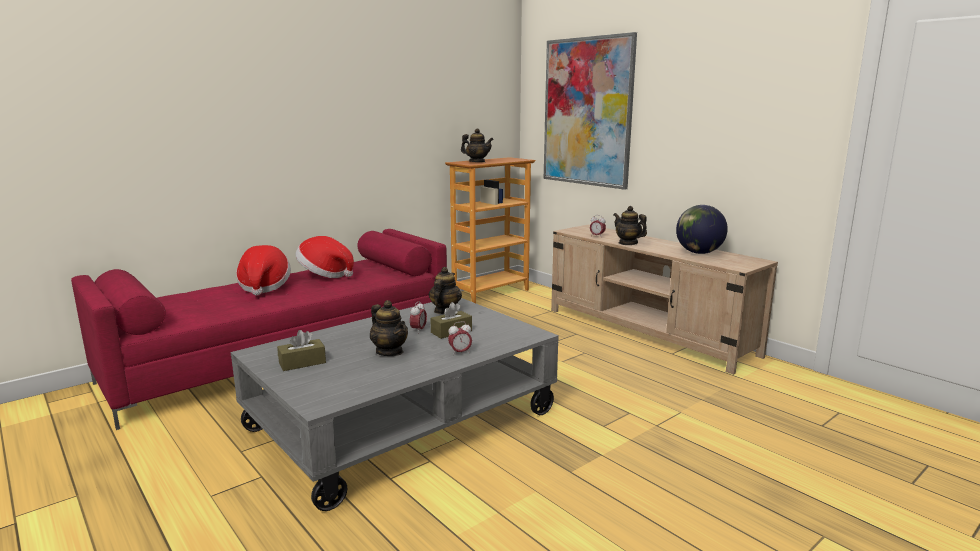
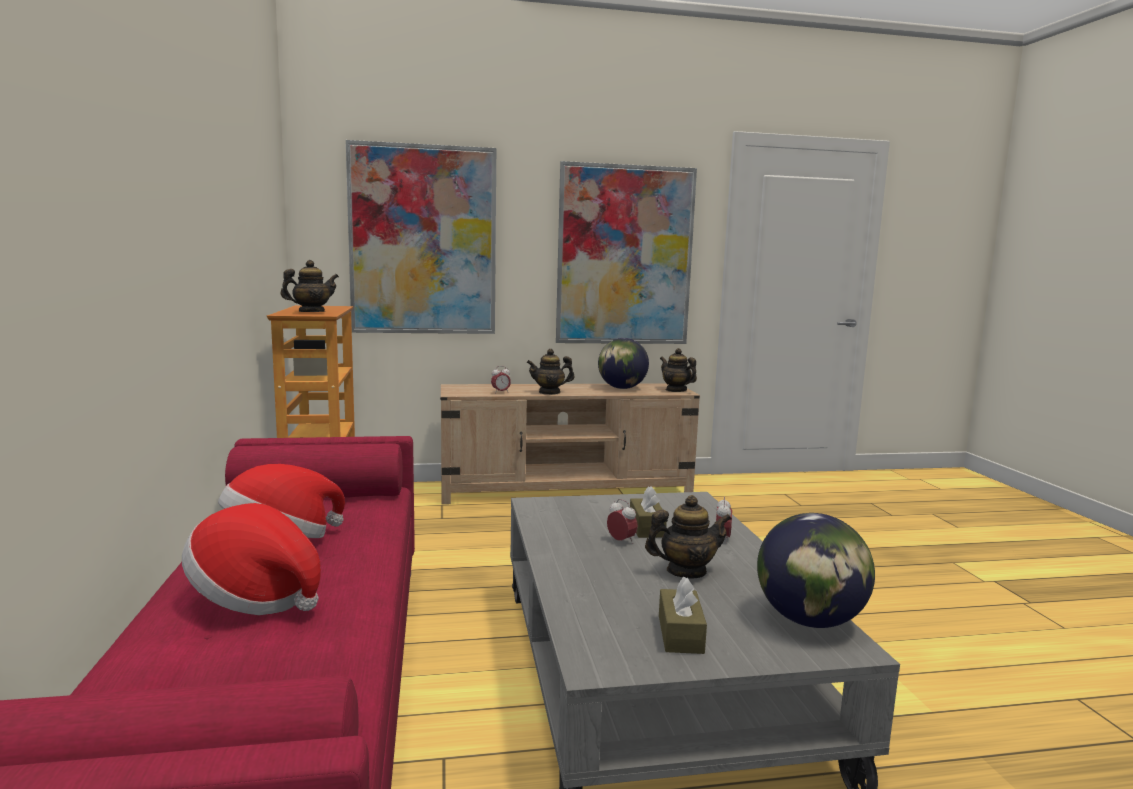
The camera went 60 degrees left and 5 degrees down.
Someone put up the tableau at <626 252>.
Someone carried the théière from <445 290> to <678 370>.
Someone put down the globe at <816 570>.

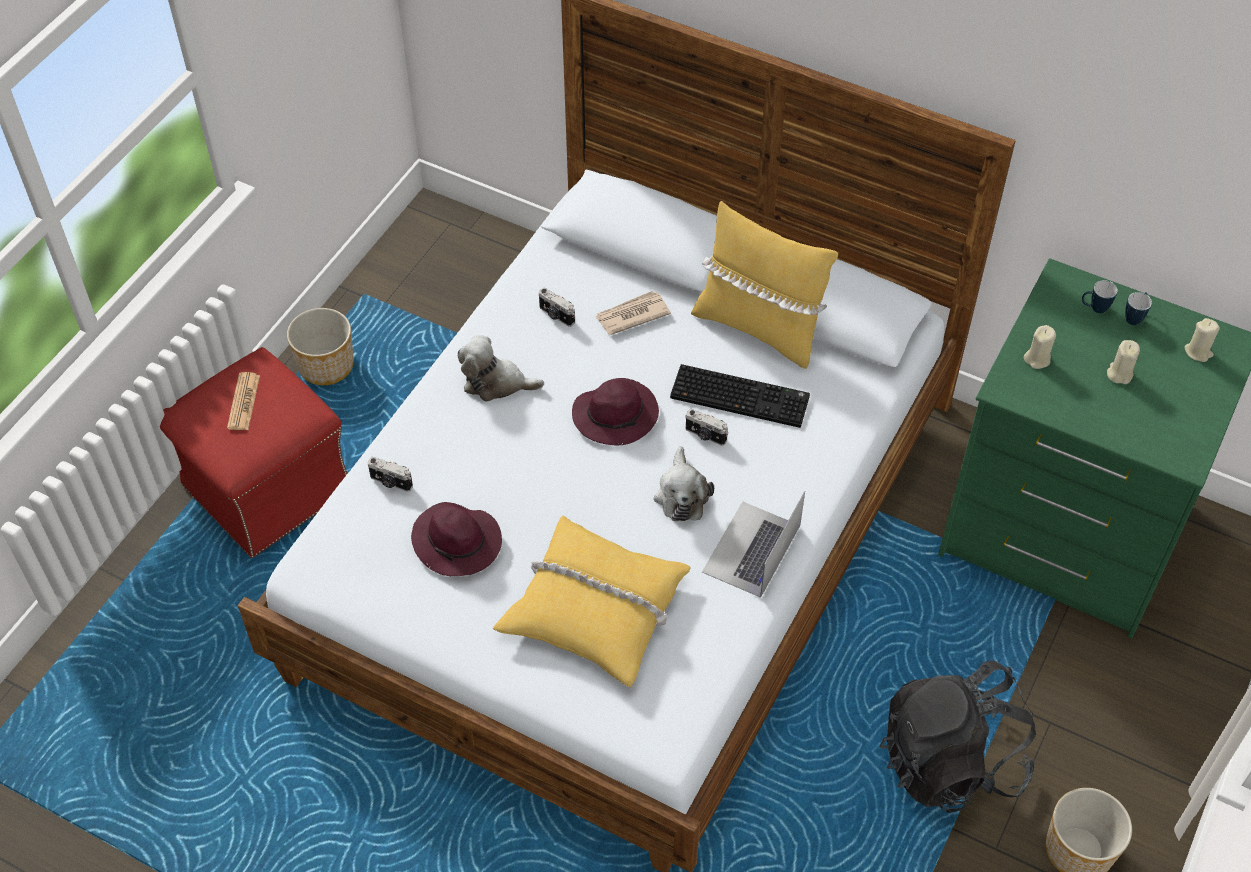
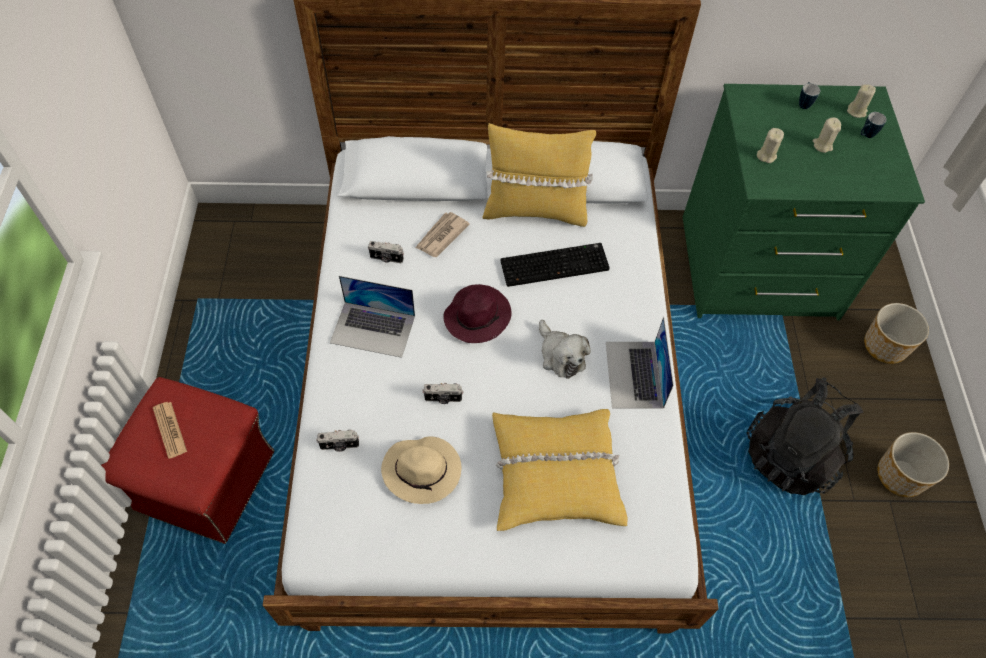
The camera went 30 degrees left and 5 degrees up.
Someone swapped the peluche at <501 368> for the ordinateur portable at <372 317>.
Someone repainted the chapeau/violet at <456 539>, which became the chapeau/beige at <421 470>.
Someone carried the appareil photo from <707 427> to <442 393>.
Someone carried the mug from <1100 296> to <874 125>.
Someone carried the cache-pot from <320 346> to <896 333>.

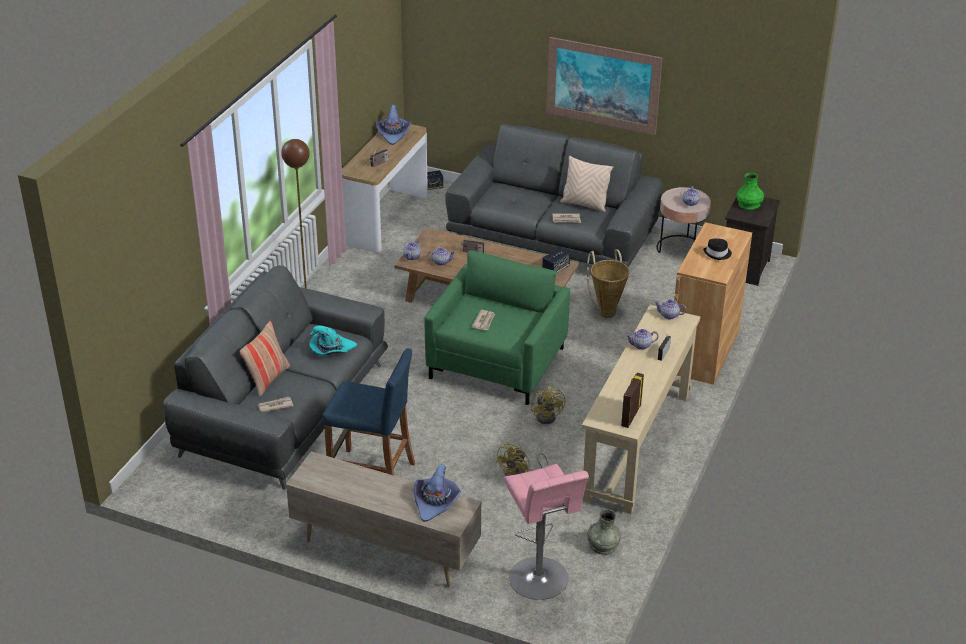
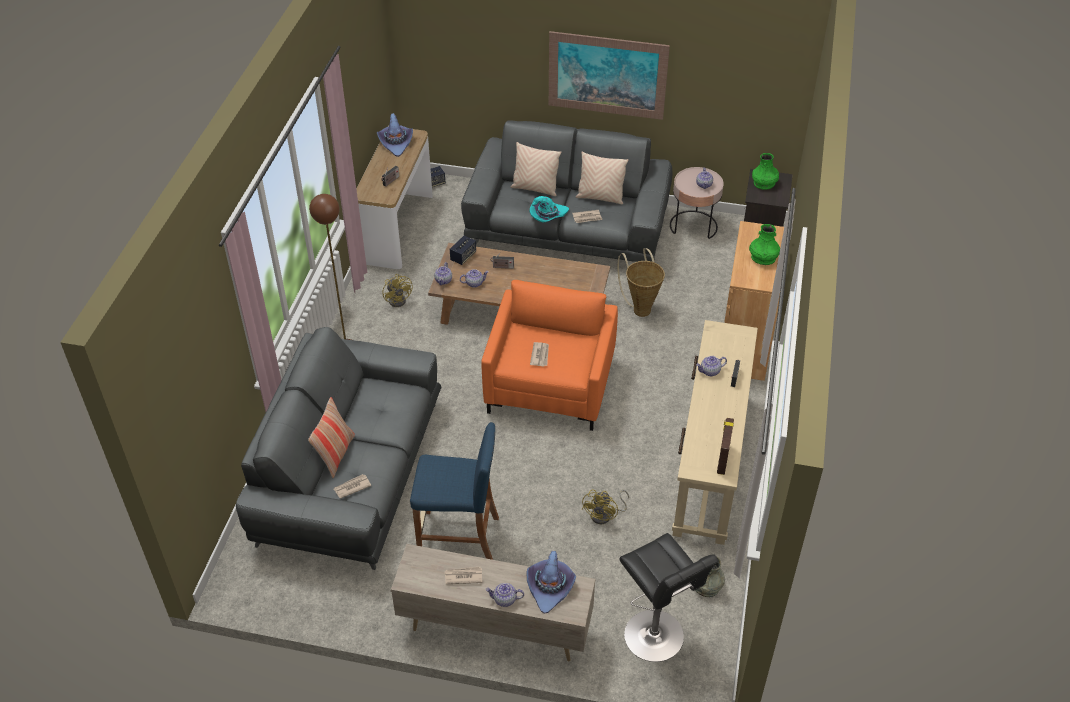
The camera went 10 degrees left and 10 degrees up.
Someone carried the ventilateur/jaune from <548 405> to <398 290>.
Someone put down the journal at <463 575>.
Someone carried the enceinte from <556 260> to <463 250>.
Someone repainted the fauteuil/vert at <497 327>, which became the fauteuil/orange at <549 355>.
Someone carried the théière from <670 309> to <504 595>.
Someone put down the coussin/beige at <536 169>.
Someone carried the chapeau/turquoise from <333 341> to <549 209>.
Someone repainted the tabouret/rose at <546 532>, which became the tabouret/noir at <669 597>.
Someone swapped the chapeau/noir at <717 249> for the vase/vert at <764 244>.

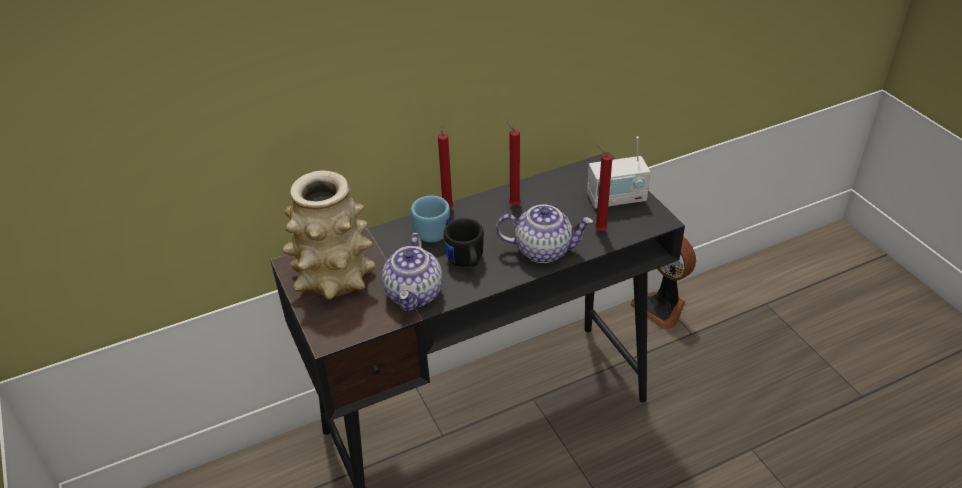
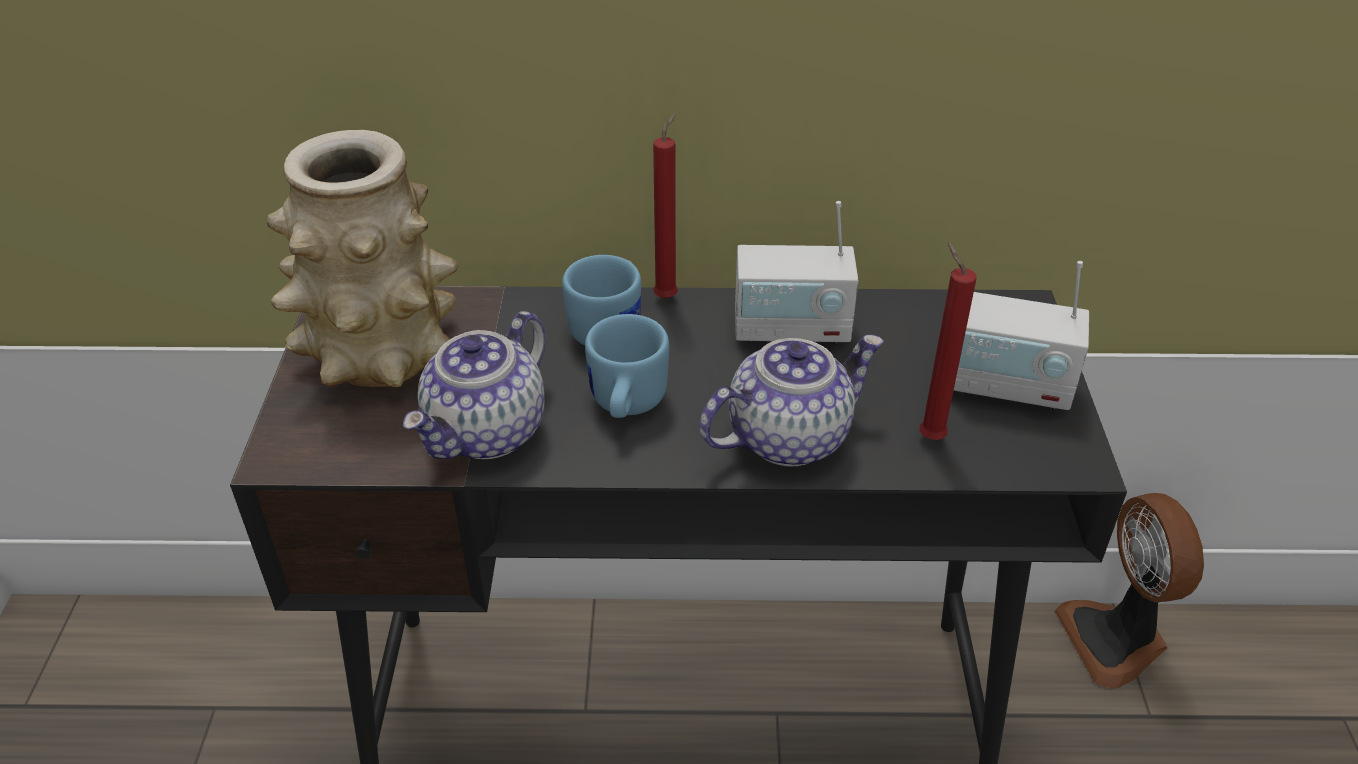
The camera went 25 degrees right and 0 degrees up.
Someone repainted the mug/noir at <464 242>, which became the mug/bleu at <627 366>.
Someone rotated the théière at <544 233> by 60 degrees counterclockwise.
Someone swapped the bougie/rouge at <514 163> for the radio at <796 273>.

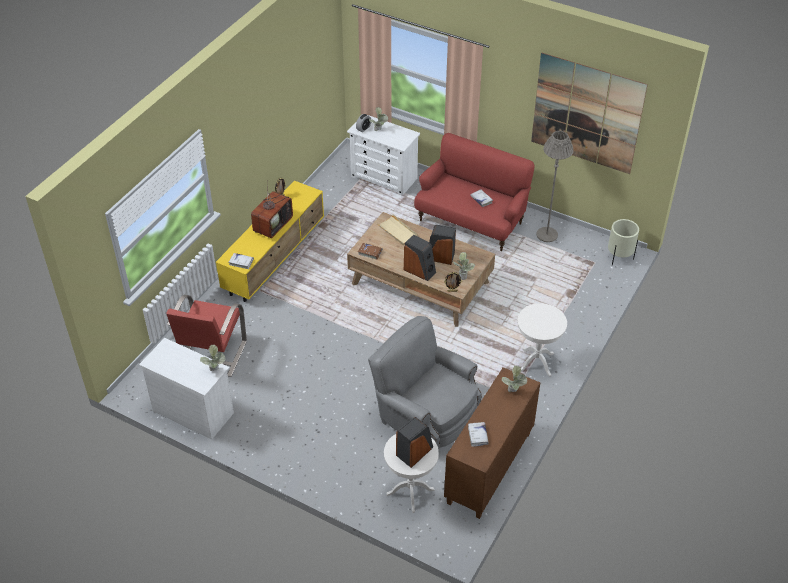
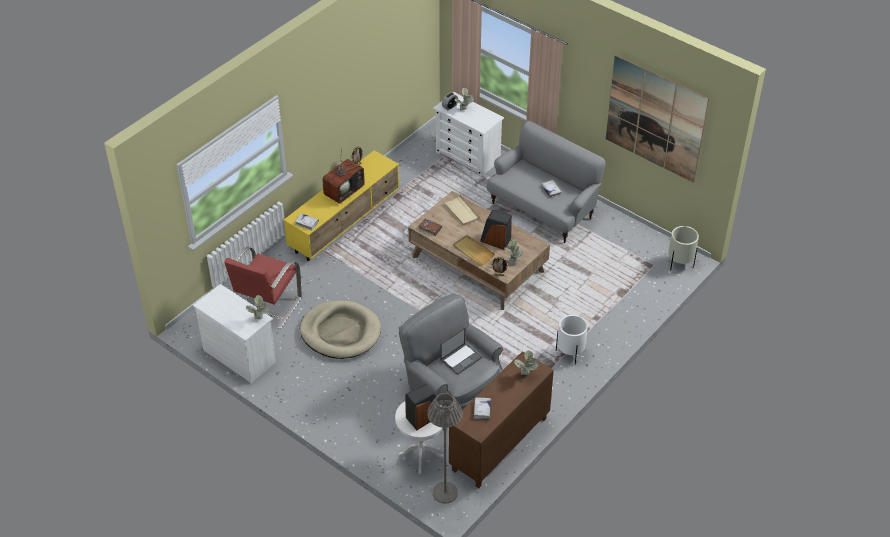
The camera went 10 degrees right and 0 degrees up.
Someone put down the panier pour chien/beige at <340 329>.
Someone carried the lampadaire/gris from <555 186> to <445 448>.
Someone put down the ordinateur portable at <461 351>.
Someone swapped the enceinte at <420 258> for the plateau/beige at <474 250>.
Someone repainted the canapé/rouge at <474 192>, which became the canapé/gris at <546 182>.
Someone swapped the table d'appoint/blanc at <542 340> for the cache-pot/blanc at <572 340>.

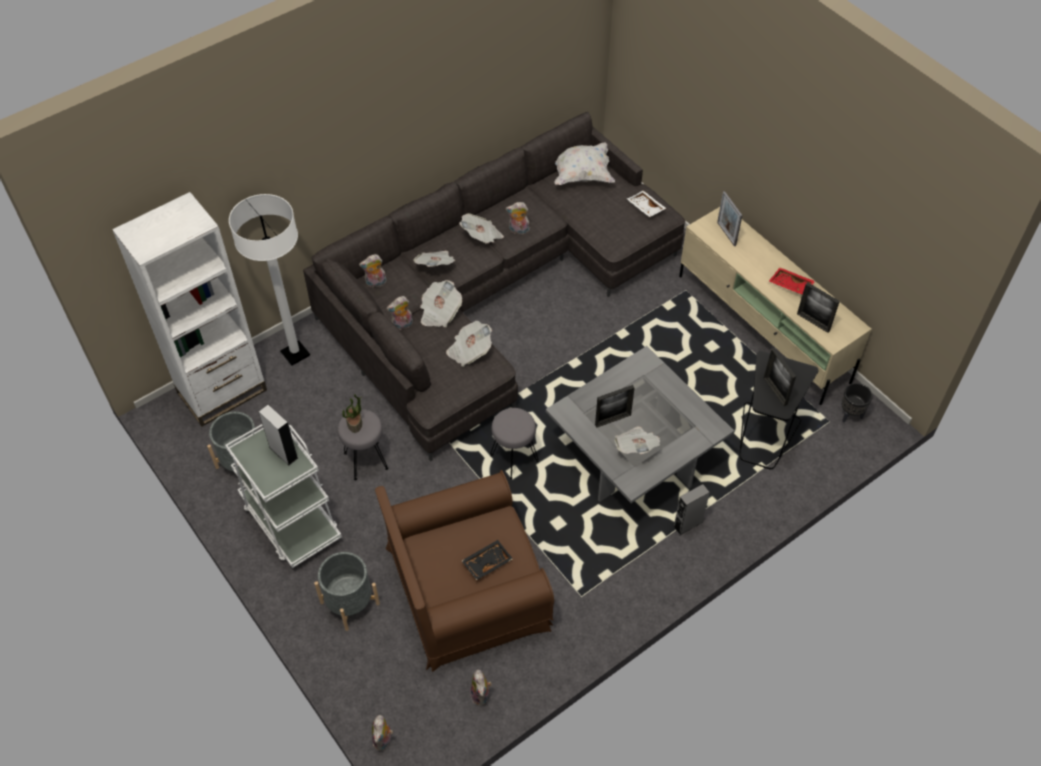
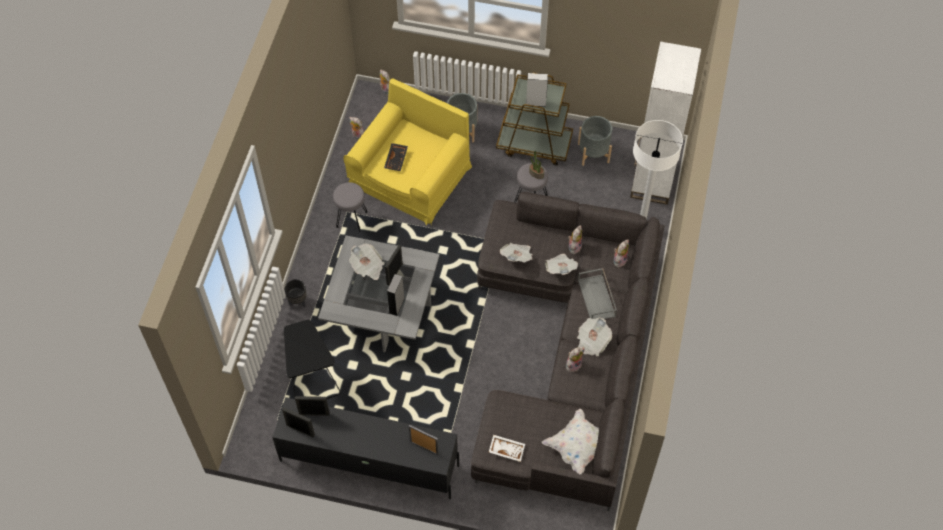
The camera went 140 degrees right and 5 degrees up.
Someone repainted the meuble télé/beige at <775 306>, which became the meuble télé/noir at <365 448>.
Someone carried the cadre photo from <780 377> to <298 422>.
Someone carried the cache-pot/noir from <857 403> to <295 293>.
Someone carried the tabouret/gris from <514 443> to <350 207>.
Someone repainted the fauteuil/marron at <464 571>, which became the fauteuil/jaune at <407 152>.
Someone carried the enceinte/gris from <692 509> to <396 295>.
Someone repainted the chariot/blanc at <283 496>, which became the chariot/marron at <534 119>.
Someone swapped the journal at <434 259> for the plateau/gris at <597 293>.
Someone took away the plateau/rouge at <792 281>.

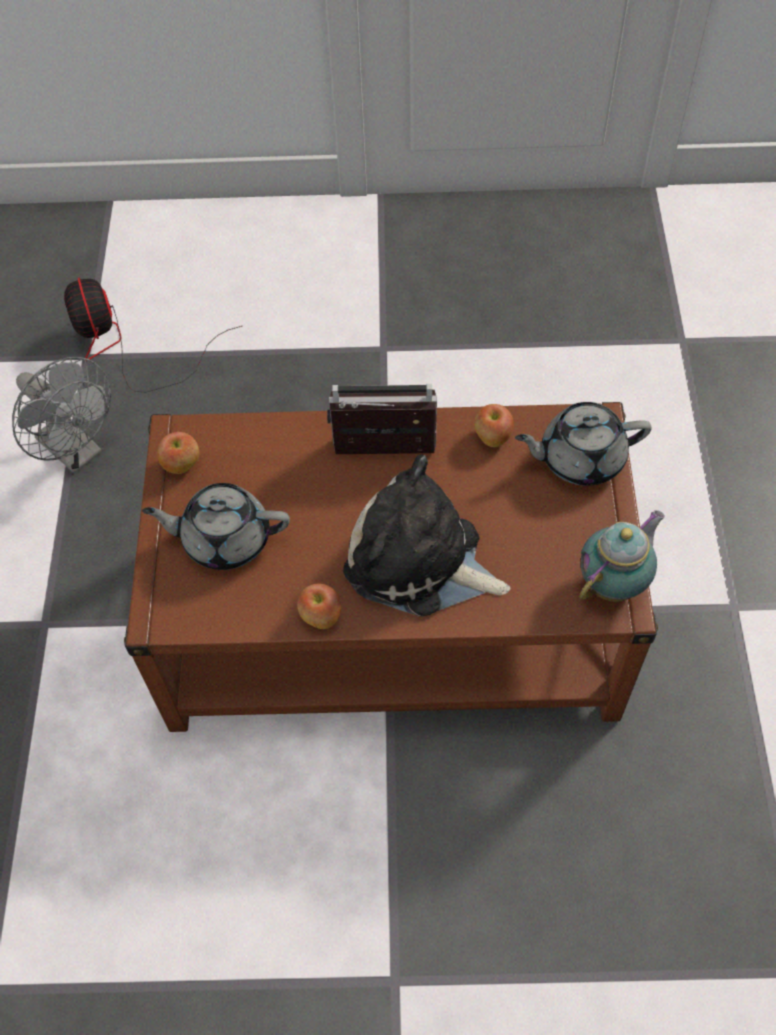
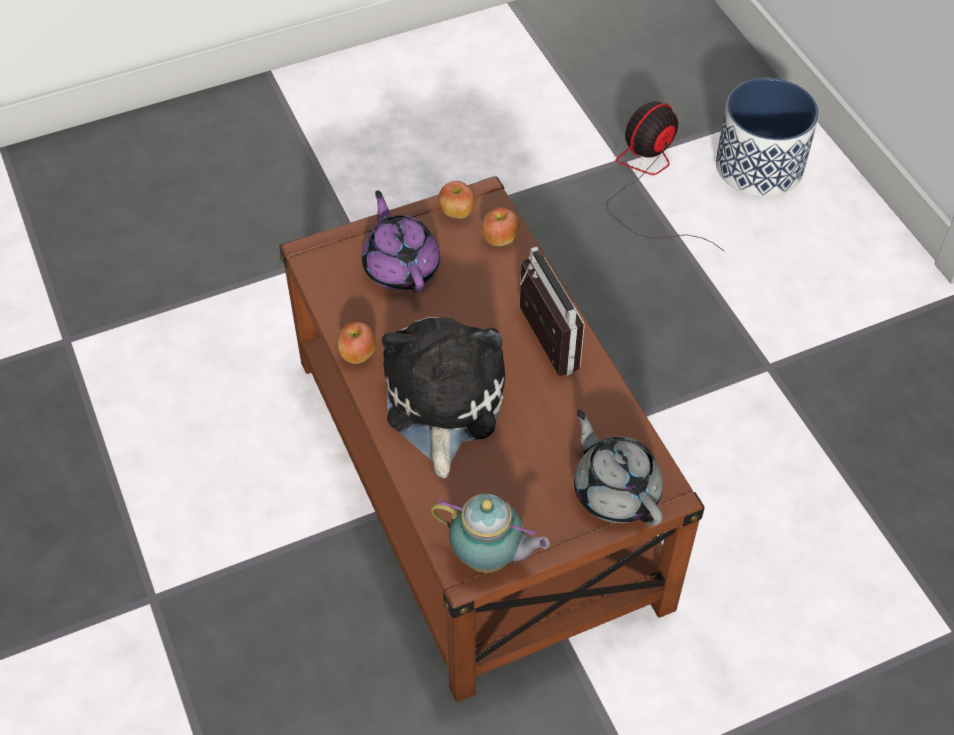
The camera went 65 degrees right and 5 degrees down.
Someone repainted the théière/gris at <216 526>, which became the théière/violet at <401 241>.
Someone carried the pomme from <494 425> to <500 226>.
Someone put down the cache-pot at <767 137>.
Someone took away the ventilateur/gris at <61 415>.

